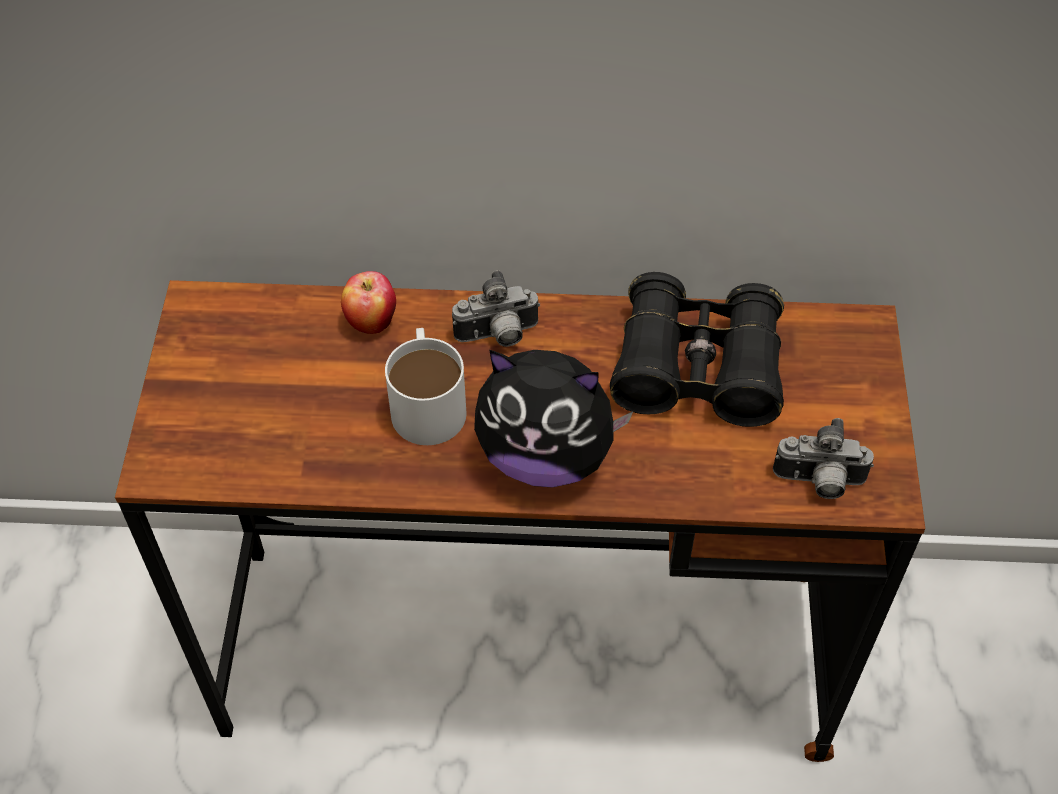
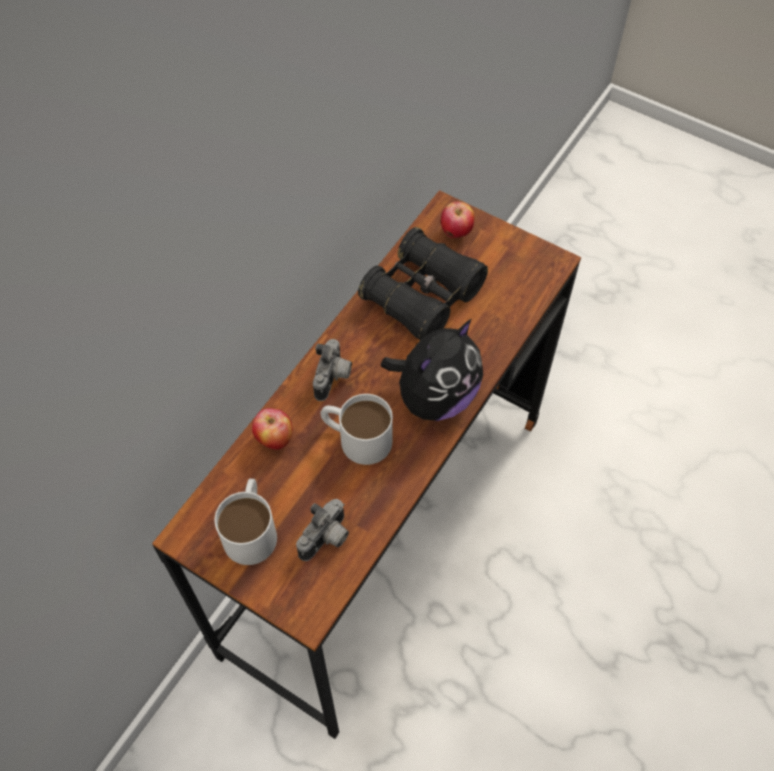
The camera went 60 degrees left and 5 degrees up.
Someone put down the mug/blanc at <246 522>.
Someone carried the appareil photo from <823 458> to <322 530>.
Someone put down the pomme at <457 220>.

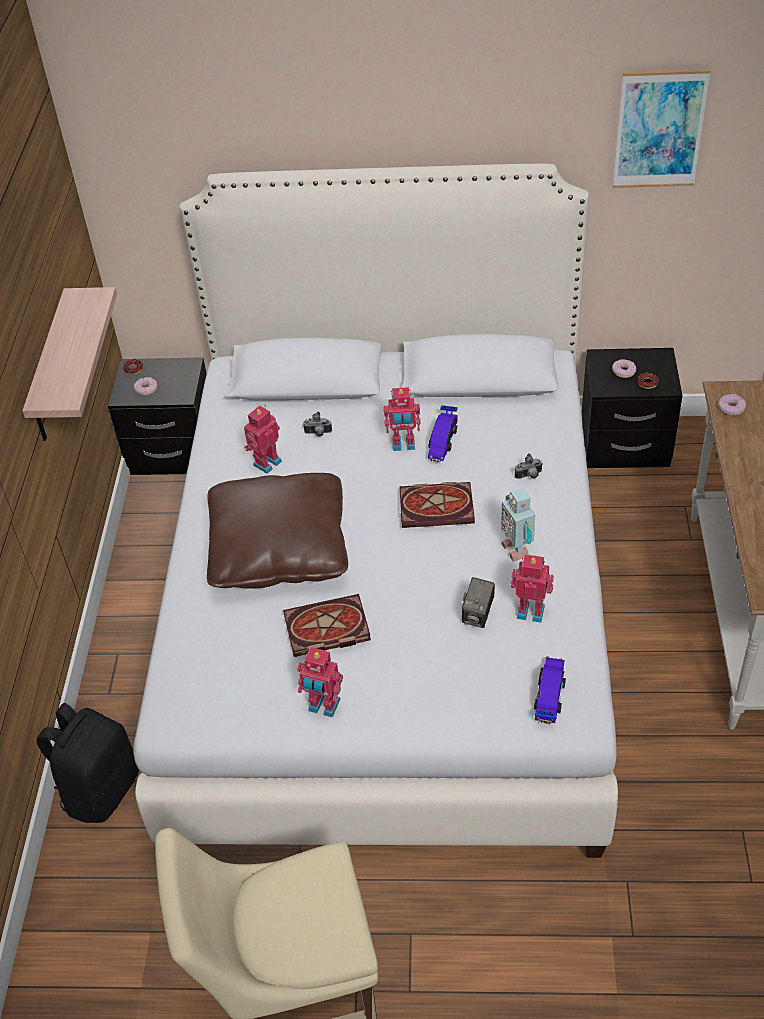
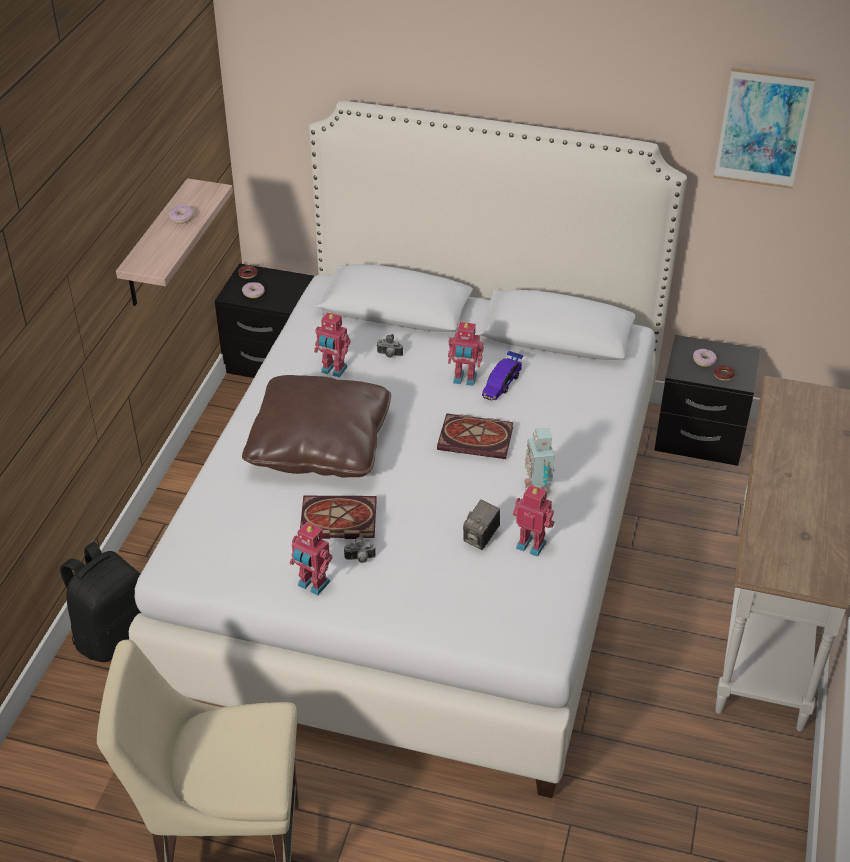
The camera went 10 degrees right and 5 degrees down.
Someone carried the beignet from <732 405> to <181 214>.
Someone rotated the robot jouet at <263 440> by 120 degrees counterclockwise.
Someone carried the appareil photo from <529 466> to <360 549>.
Someone took away the petite voiture at <550 691>.

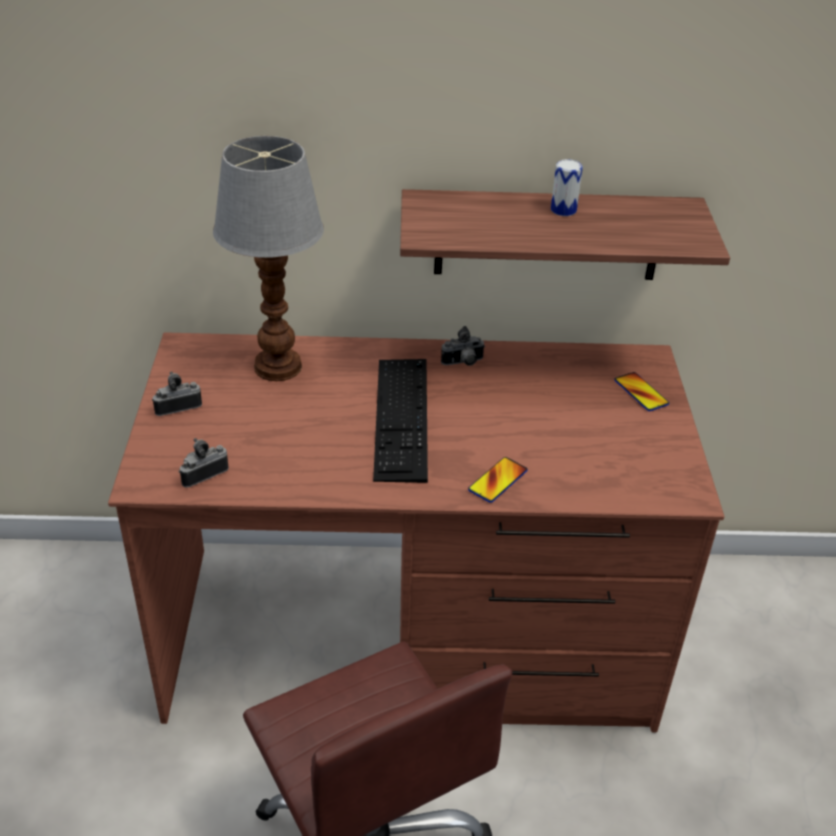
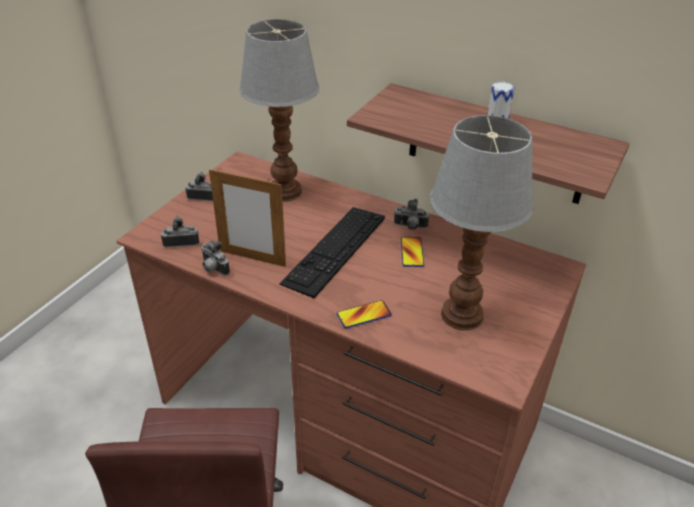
The camera went 30 degrees right and 0 degrees up.
Someone put down the appareil photo at <215 258>.
Someone put down the cadre photo at <247 217>.
Someone carried the téléphone from <641 391> to <412 252>.
Someone put down the lampe de table at <481 222>.

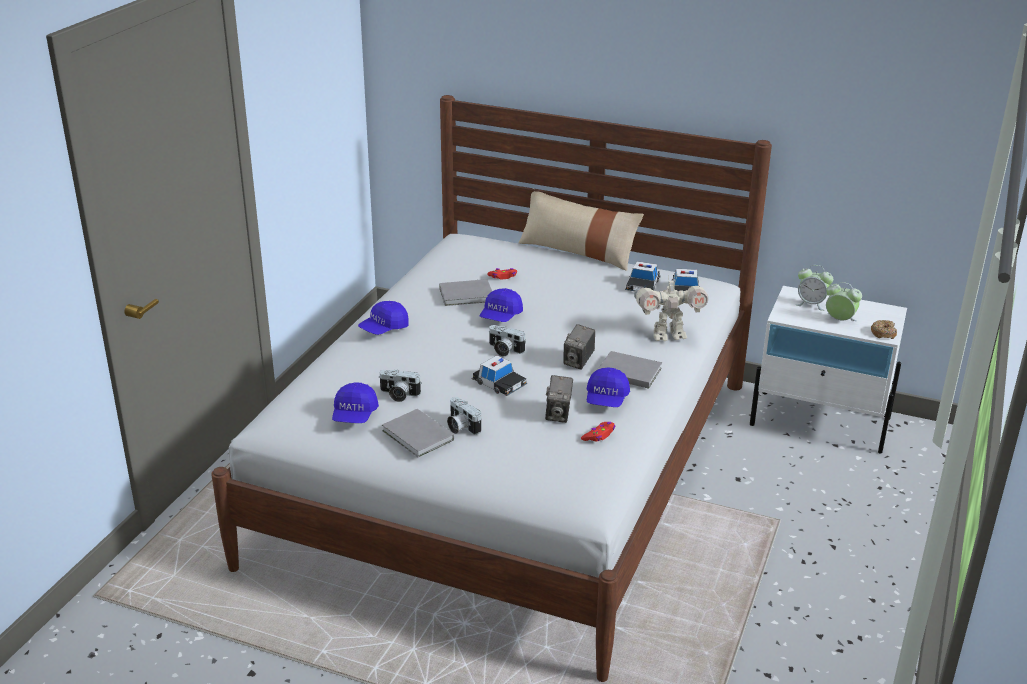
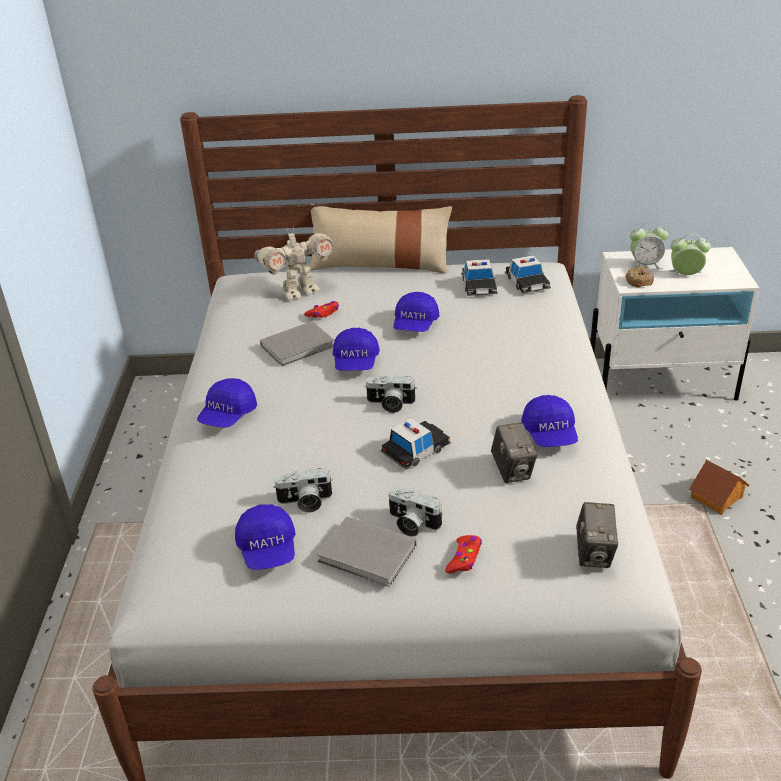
The camera went 20 degrees left and 5 degrees up.
Someone carried the robot jouet from <671 309> to <294 263>.
Someone rotated the petite voiture at <499 375> by 60 degrees counterclockwise.
Someone put down the casquette/bleu at <416 312>.
Someone carried the manette/rouge from <598 431> to <463 554>.
Someone carried the appareil photo from <579 347> to <597 535>.
Someone carried the beignet from <884 329> to <639 277>.
Someone put down the maison miniature at <719 487>.
Someone took away the livre/gris at <629 370>.

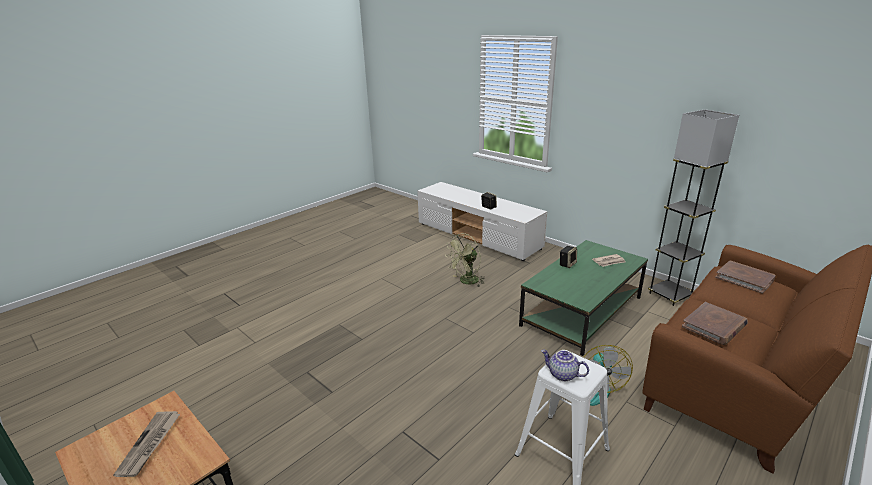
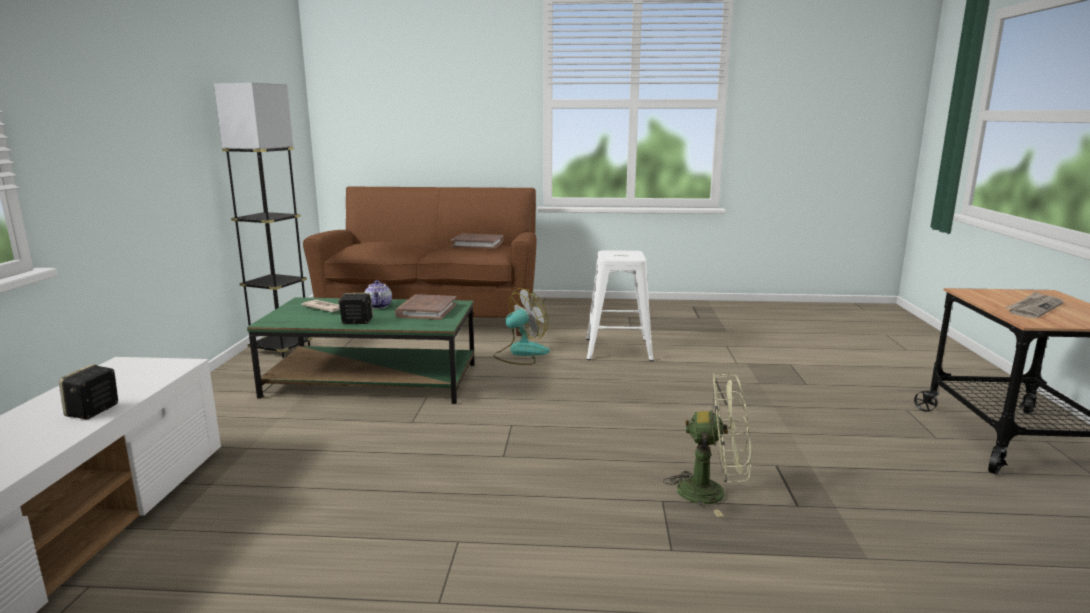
The camera went 130 degrees left and 10 degrees down.
Someone carried the théière from <565 365> to <378 294>.
Someone carried the livre/marron from <745 277> to <426 307>.
Someone carried the ventilateur/vert from <465 260> to <707 445>.

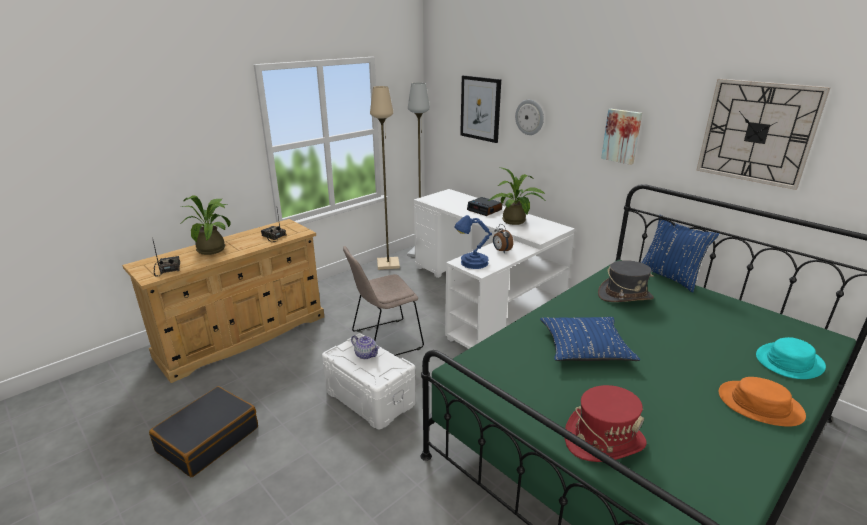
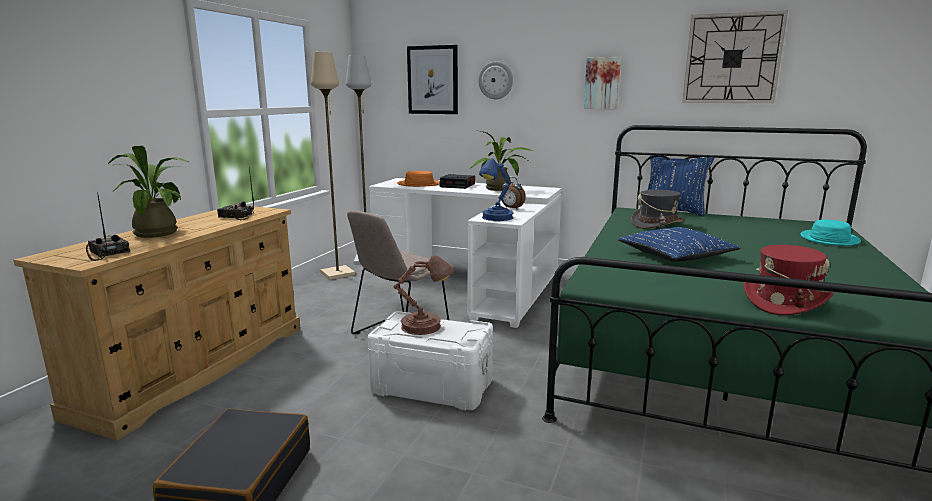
The camera went 25 degrees left and 10 degrees down.
Someone swapped the théière at <365 347> for the lampe de table/marron at <423 295>.
Someone carried the chapeau/orange from <762 402> to <418 179>.

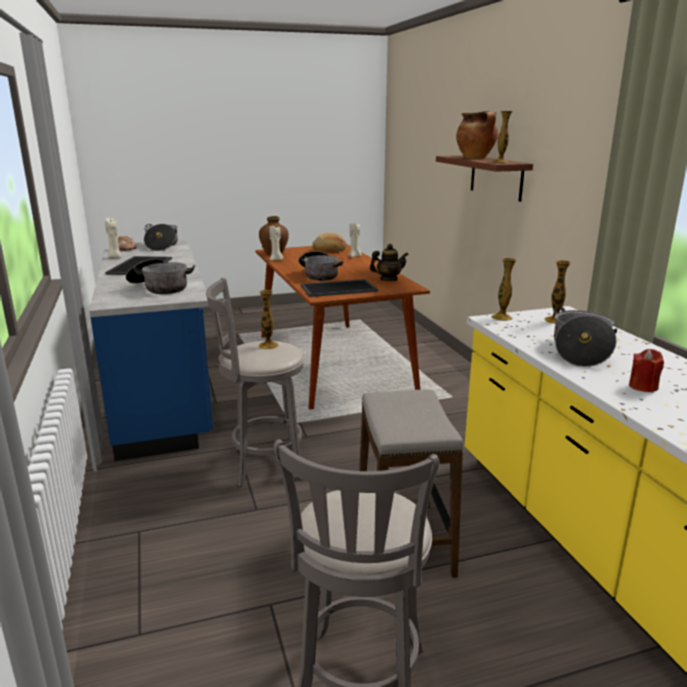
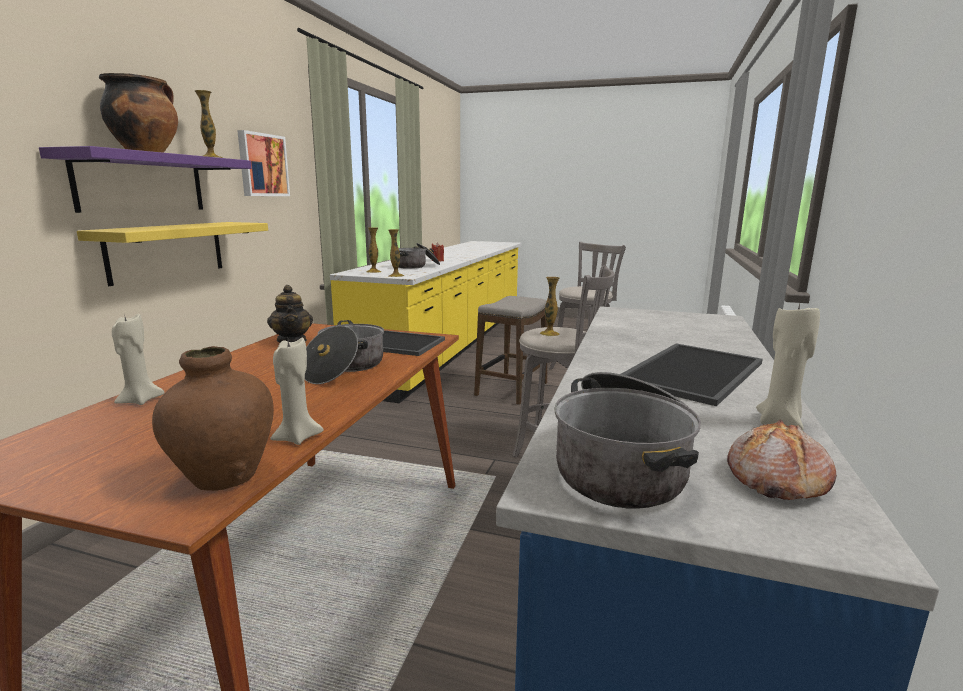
The camera went 145 degrees left and 5 degrees down.
Someone repainted the étagère/marron at <484 178>, which became the étagère/violet at <145 179>.
Someone put up the étagère/jaune at <172 254>.
Someone put up the tableau at <263 163>.
Someone rotated the théière at <389 262> by 135 degrees counterclockwise.
Someone took away the marmite at <160 276>.
Someone took away the pain at <329 242>.

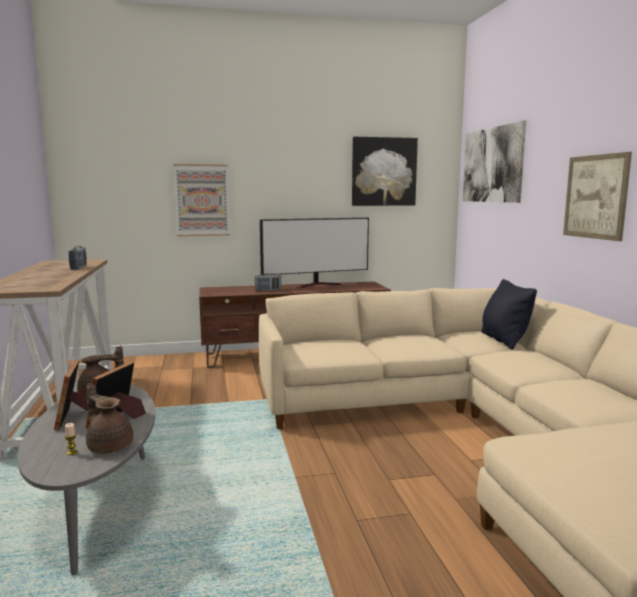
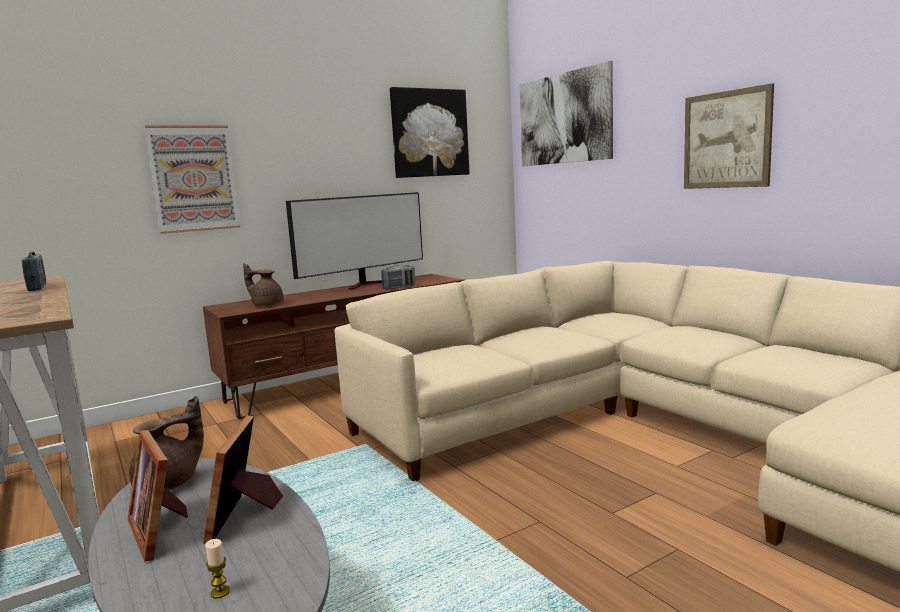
The camera went 20 degrees left and 0 degrees up.
Someone carried the théière/marron from <109 418> to <263 285>.
Someone carried the radio from <268 282> to <398 277>.
Someone took away the coussin/noir at <509 314>.

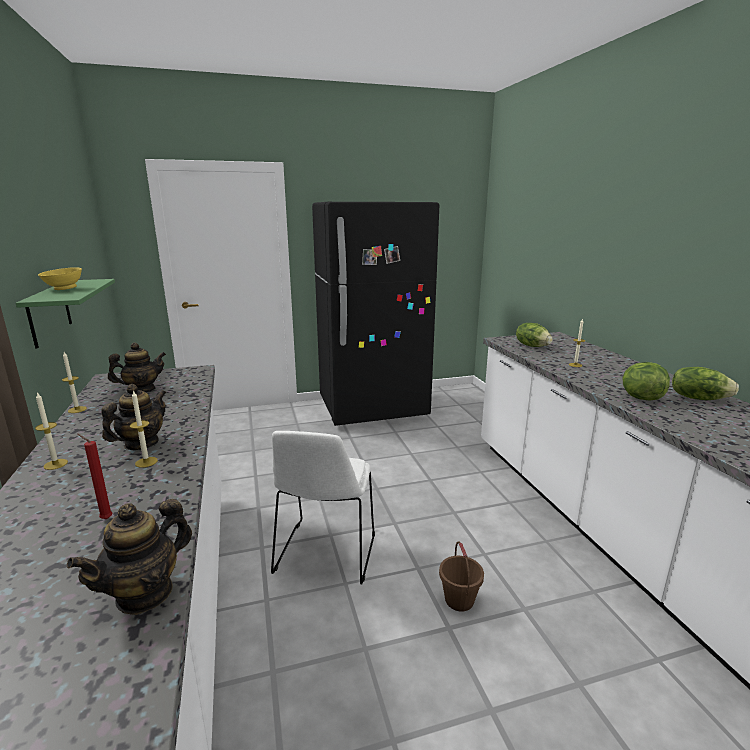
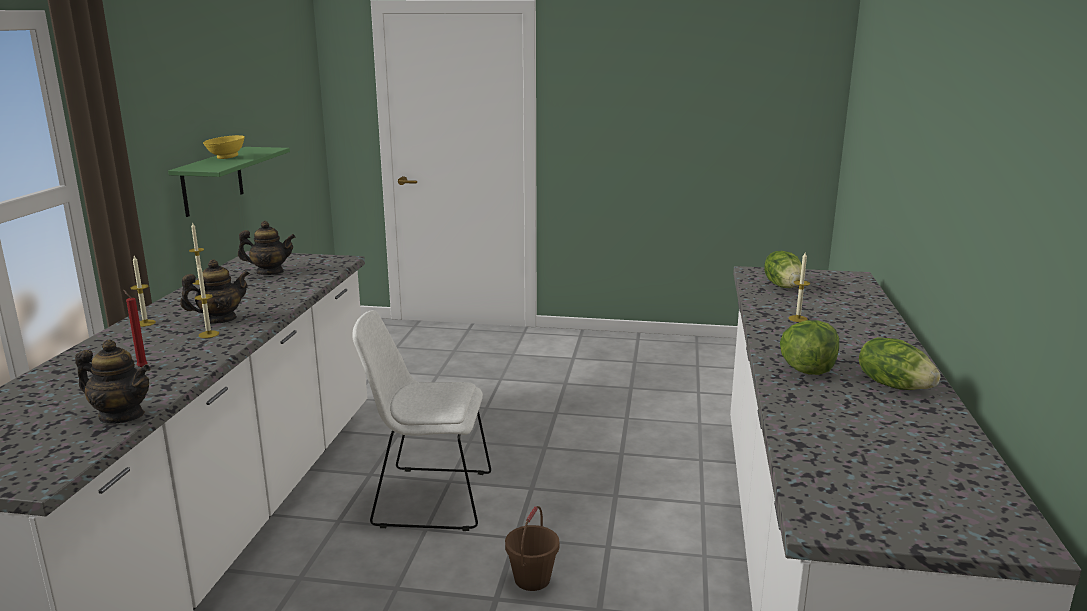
The camera went 25 degrees right and 0 degrees up.
Someone rotated the théière at <129 557> by 135 degrees counterclockwise.
Someone rotated the chaise/blanc at <323 508> by 60 degrees clockwise.
Someone took away the réfrigérateur/noir at <375 314>.

